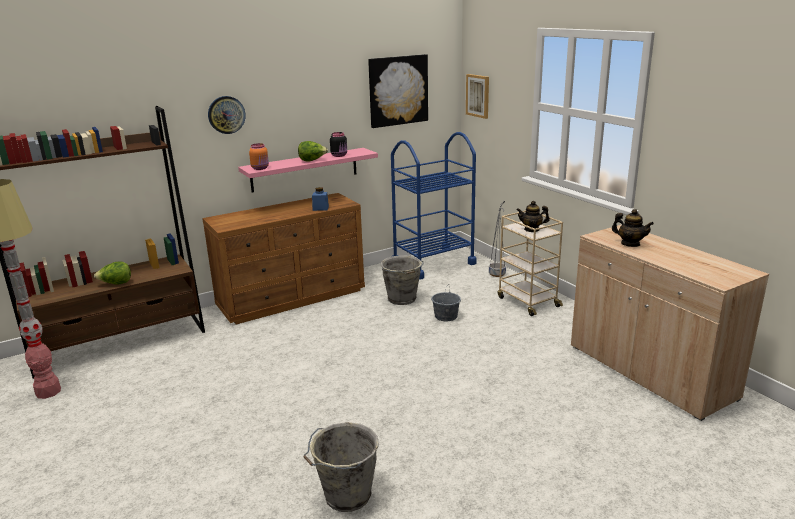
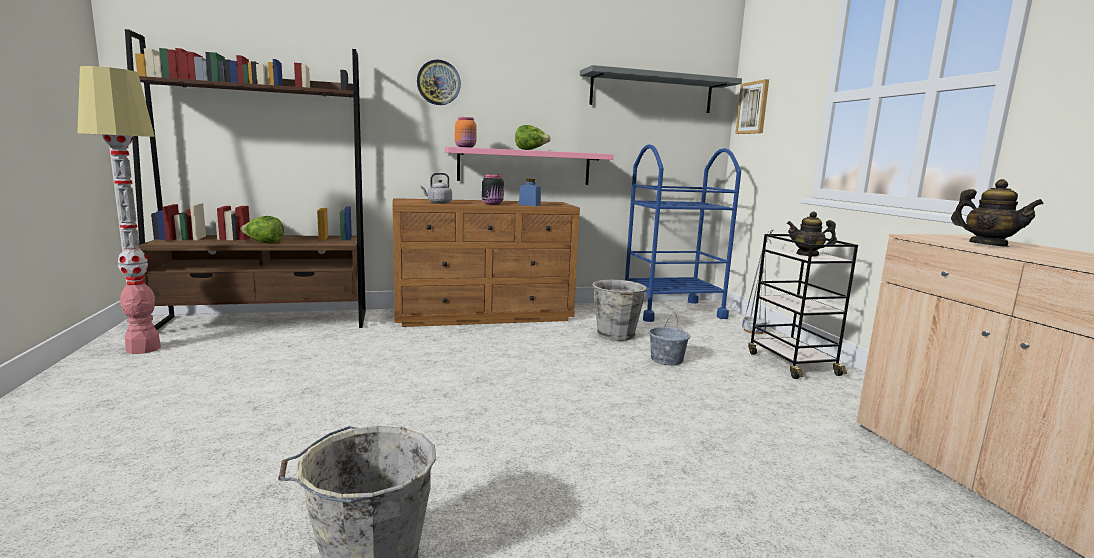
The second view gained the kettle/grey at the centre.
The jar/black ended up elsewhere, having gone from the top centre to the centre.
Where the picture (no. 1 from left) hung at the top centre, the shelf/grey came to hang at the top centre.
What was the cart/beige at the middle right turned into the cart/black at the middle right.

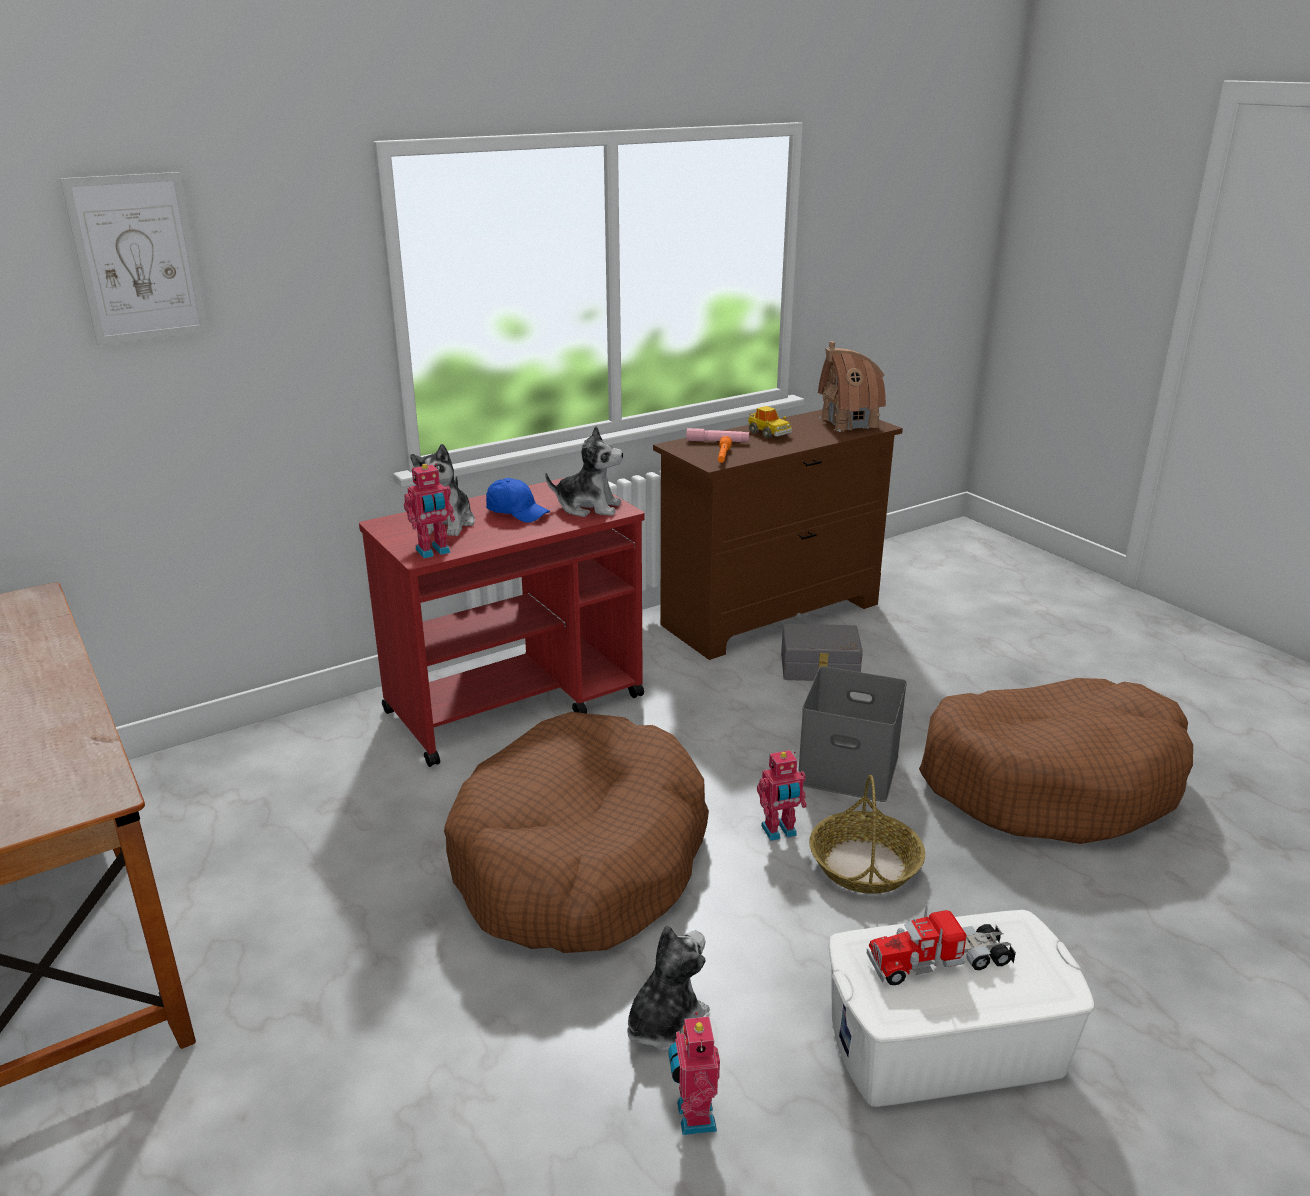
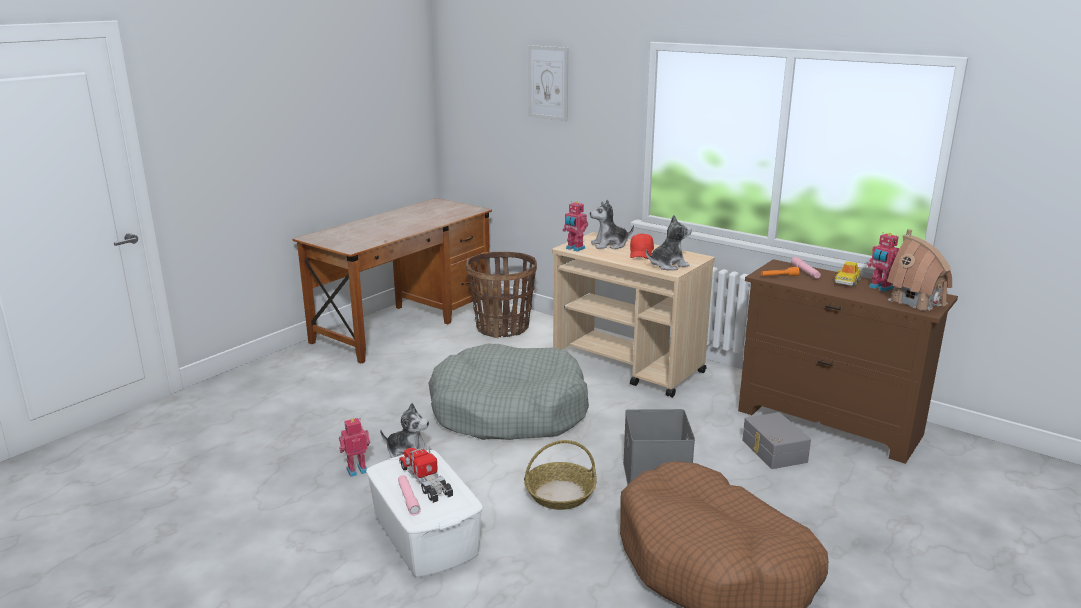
The second view gained the flashlight/pink (no. 1 from left) at the bottom centre.
What was the dog bed/brown (no. 1 from left) at the bottom centre turned into the dog bed/grey at the centre.
The second view gained the basket (no. 1 from left) at the centre.
What was the cart/red at the centre turned into the cart/beige at the centre.
What was the cap/blue at the centre turned into the cap/red at the centre.
The plush toy (no. 2 from left in the first image) at the centre ended up facing another way, 105 degrees counterclockwise from before.
The toy robot (no. 3 from left) ended up elsewhere, having gone from the centre to the middle right.

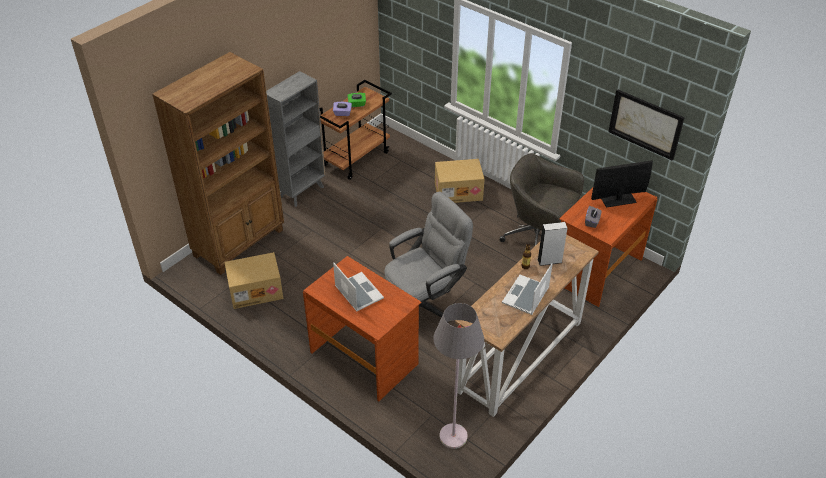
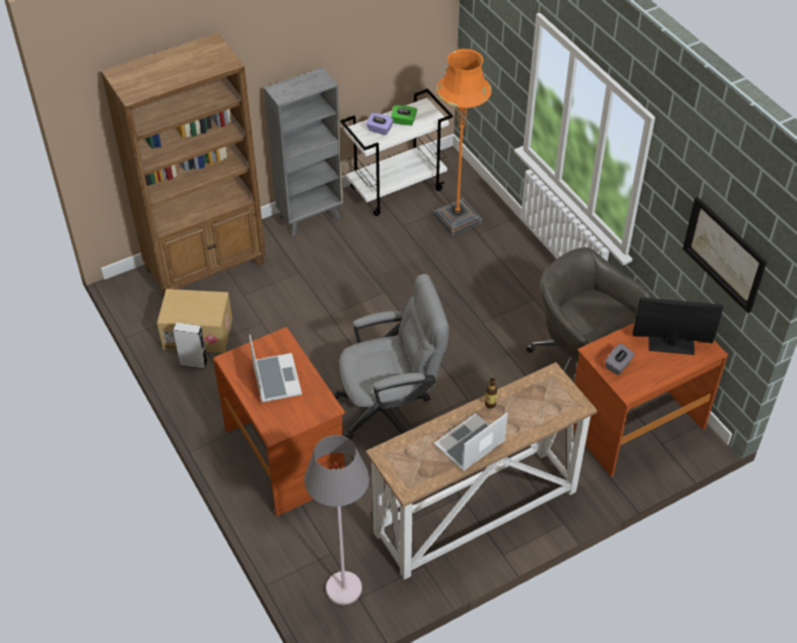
The speaker/grey ended up elsewhere, having gone from the middle right to the middle left.
What was the cart/brown at the top centre turned into the cart/white at the top centre.
The second view gained the floor lamp/orange at the top centre.
The second view lost the cardboard box (no. 2 from left) at the centre.

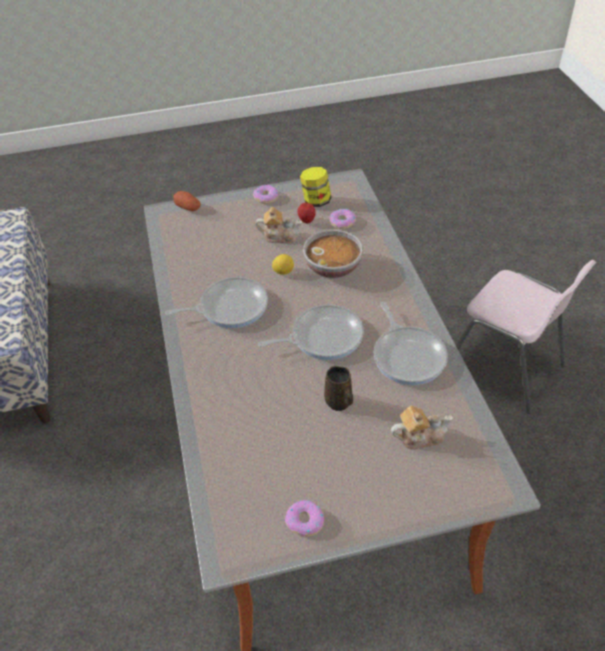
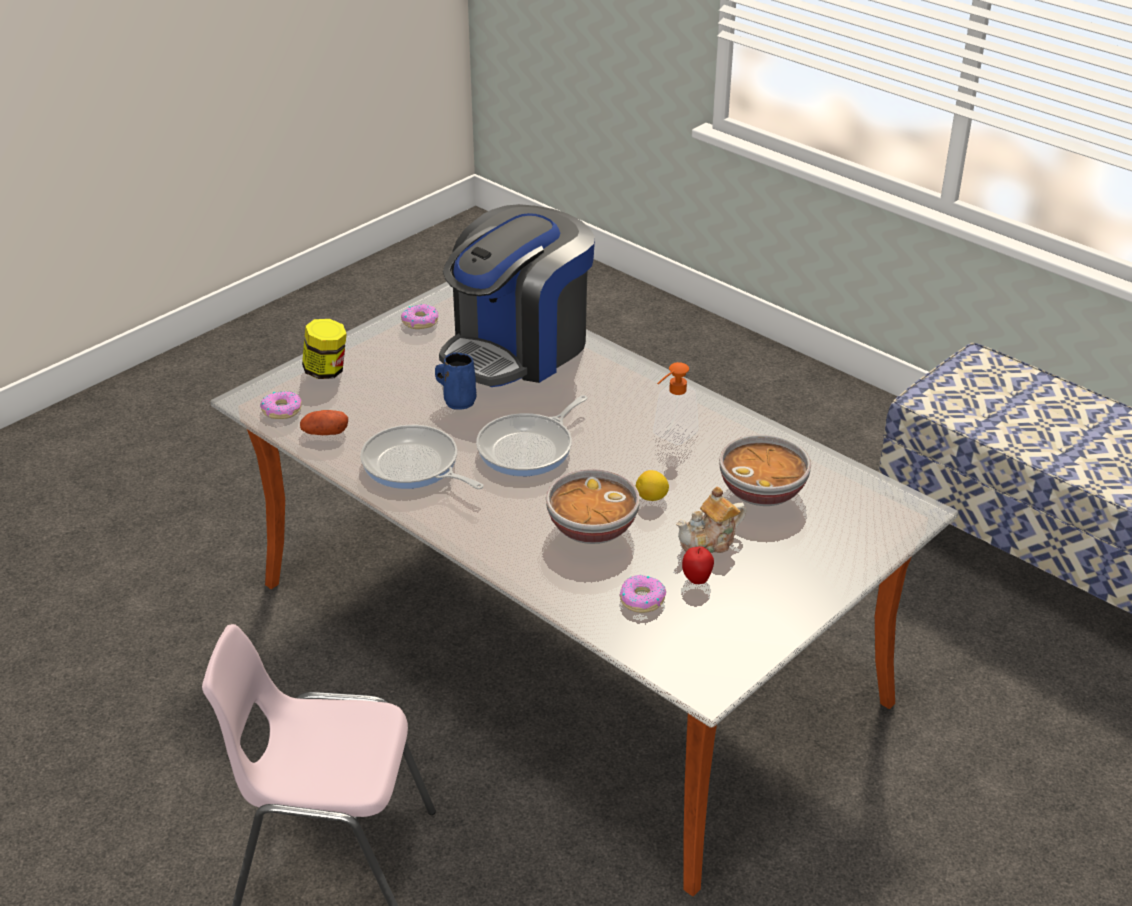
The donut (no. 1 from left) ended up elsewhere, having gone from the top centre to the middle left.
The potato ended up elsewhere, having gone from the top left to the middle left.
The jar ended up elsewhere, having gone from the top centre to the middle left.
What was the mug/brown at the centre turned into the mug/blue at the centre.
The second view gained the coffee machine at the top centre.
Where the frying pan (no. 1 from left) stood at the centre, the soap dispenser came to stand at the centre.
The second view gained the bowl (no. 2 from left) at the middle right.
The second view lost the teapot (no. 2 from left) at the middle right.

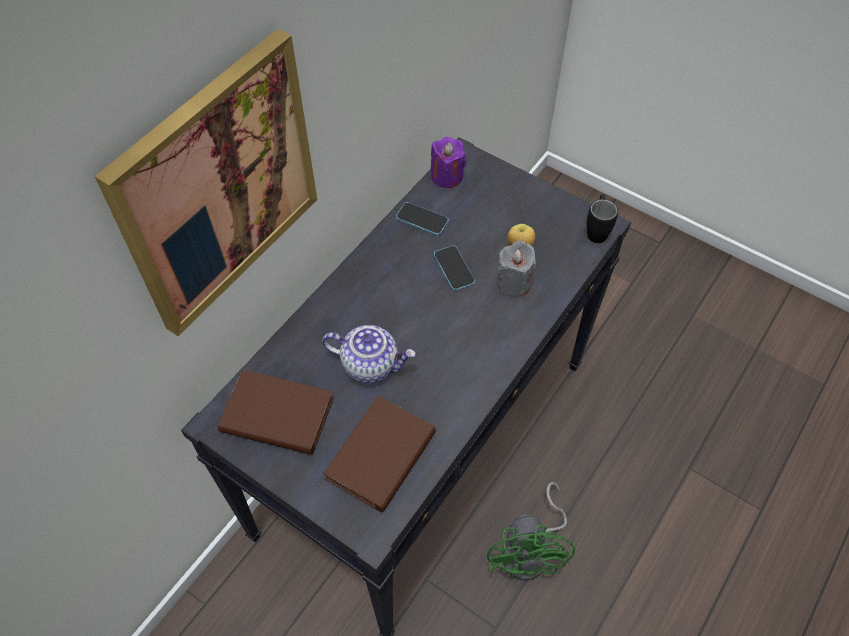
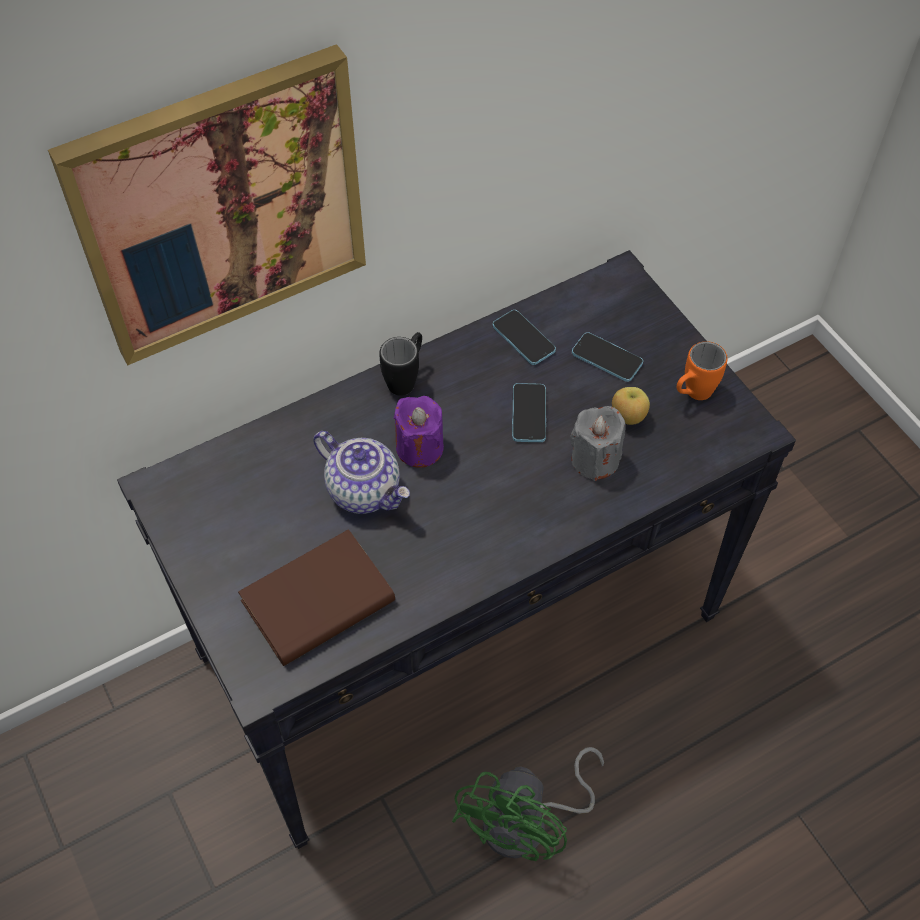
The mug/black ended up elsewhere, having gone from the middle right to the centre.
The candle/purple ended up elsewhere, having gone from the top centre to the centre.
The second view gained the phone (no. 3 from left) at the centre.
The second view gained the mug/orange at the middle right.
The second view lost the book/brown (no. 1 from left) at the middle left.

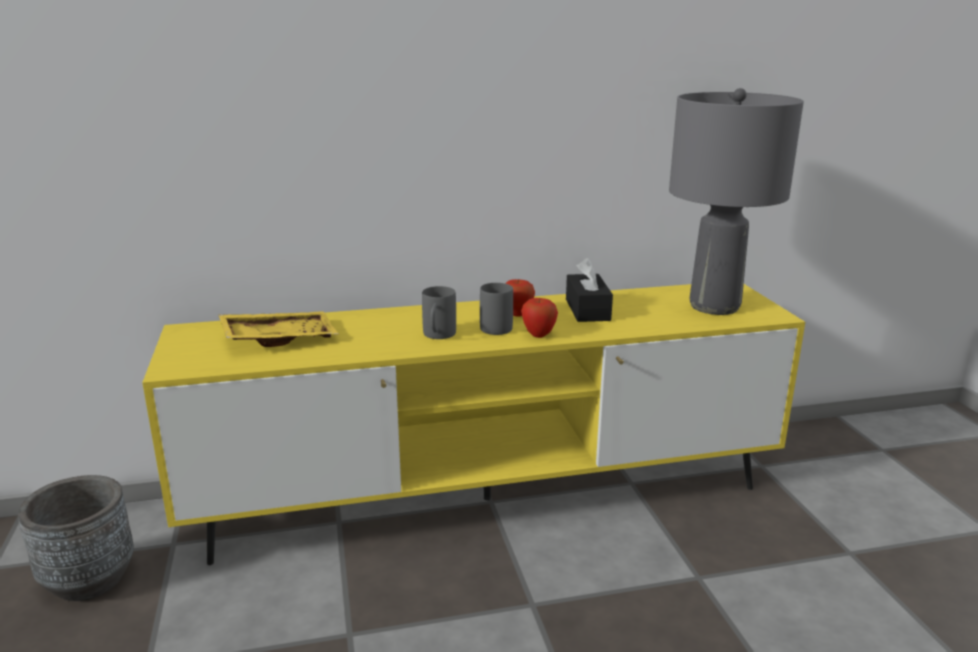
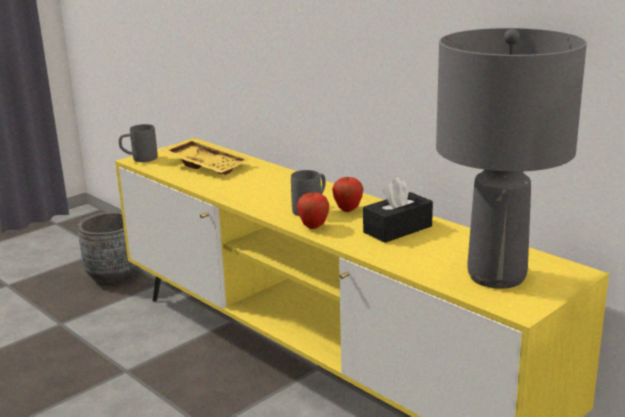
The mug/grey (no. 1 from left) ended up elsewhere, having gone from the centre to the middle left.

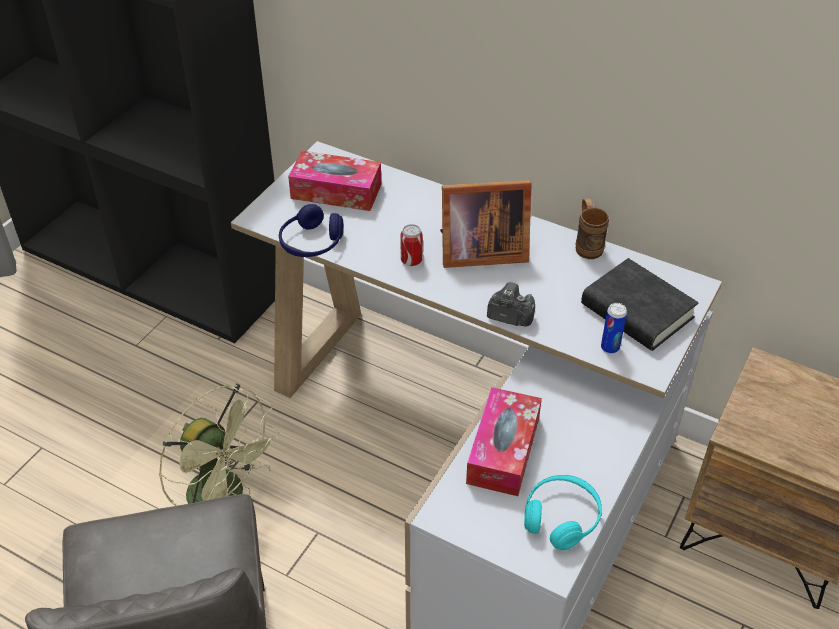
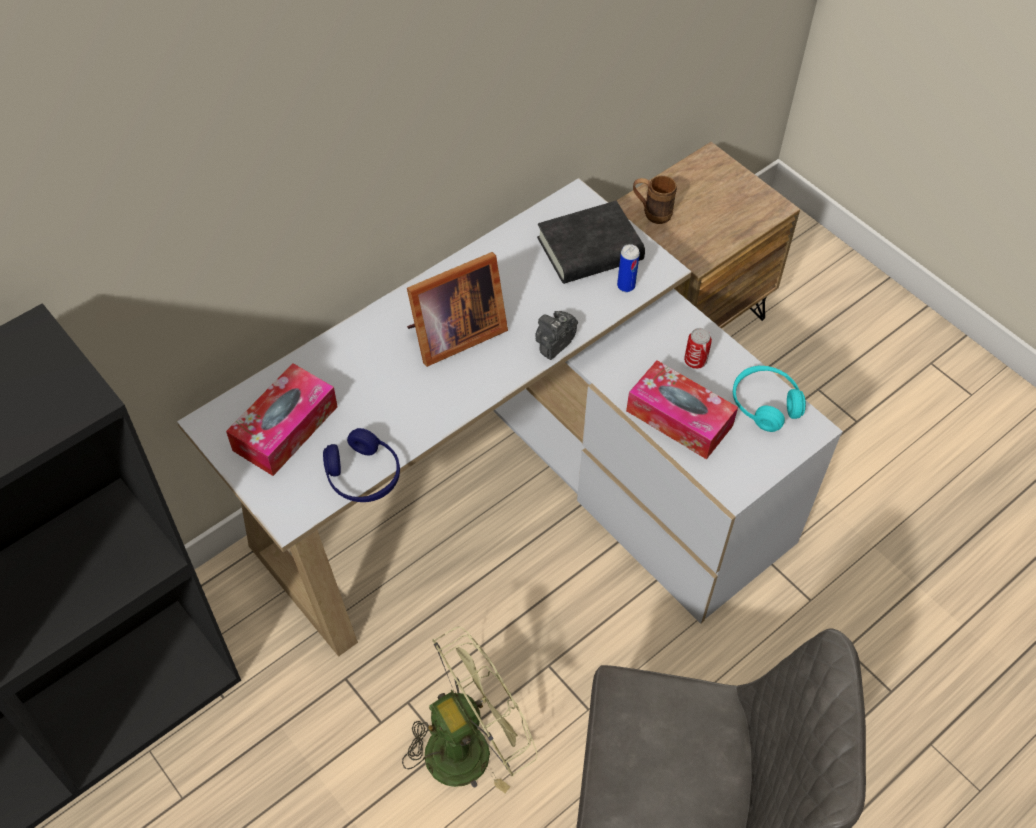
The picture frame at the centre ended up facing another way, 45 degrees clockwise from before.
The mug/brown ended up elsewhere, having gone from the middle right to the top centre.
The can (no. 1 from left in the first image) ended up elsewhere, having gone from the centre to the middle right.

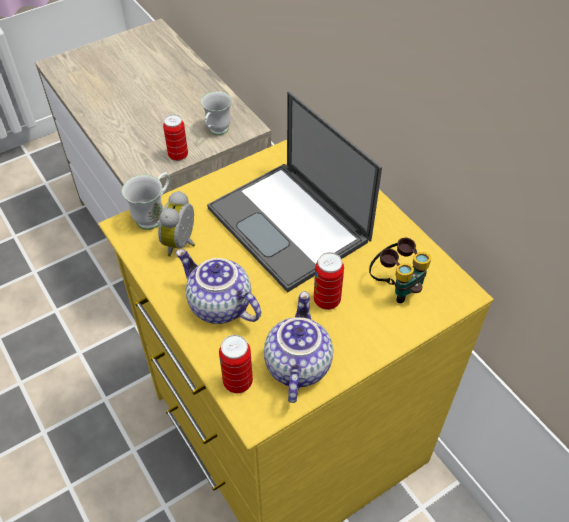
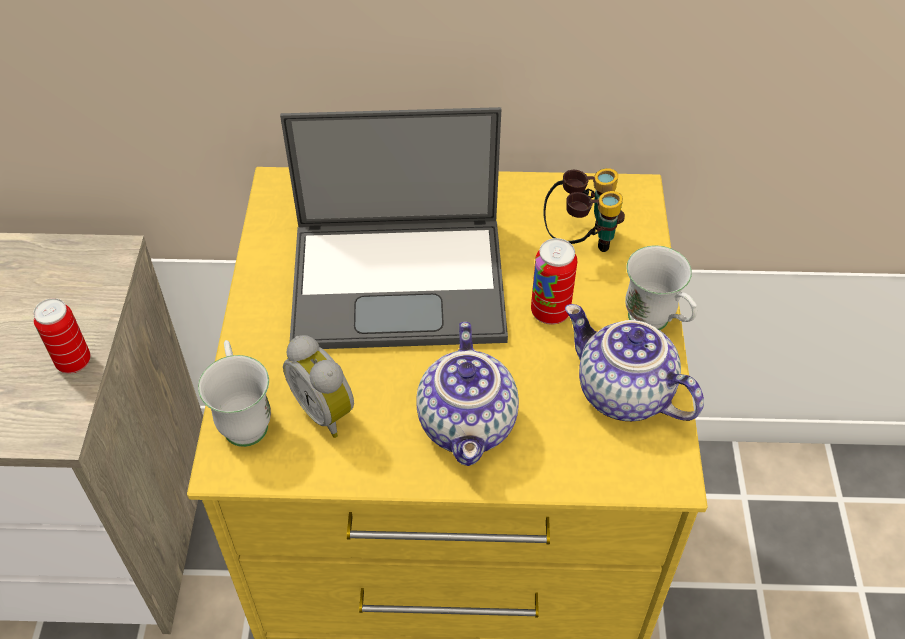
The teapot (no. 1 from left) at the centre ended up facing another way, 75 degrees counterclockwise from before.
The mug/white (no. 2 from left) ended up elsewhere, having gone from the top centre to the middle right.
The second view lost the can (no. 2 from left) at the bottom centre.

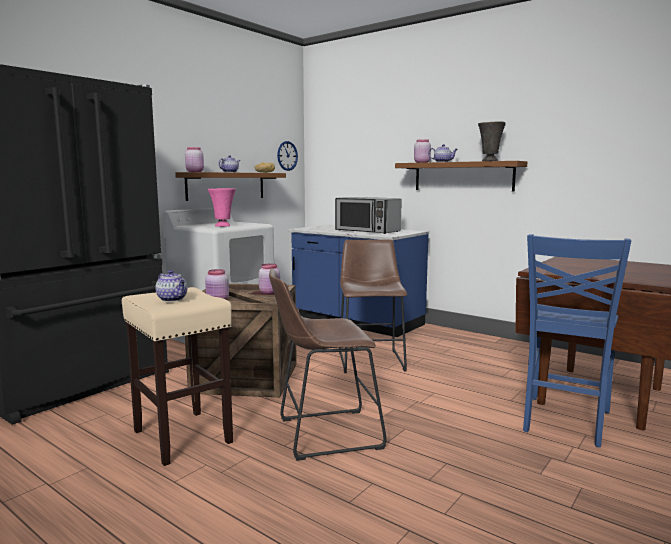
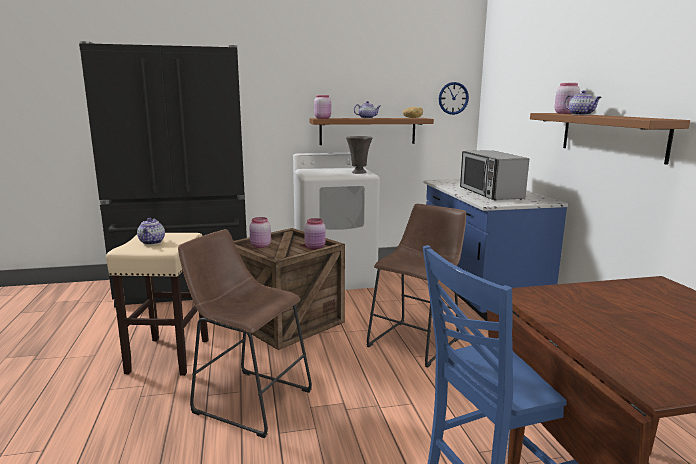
The vase/grey ended up elsewhere, having gone from the top right to the centre.
The second view lost the vase/pink at the middle left.

